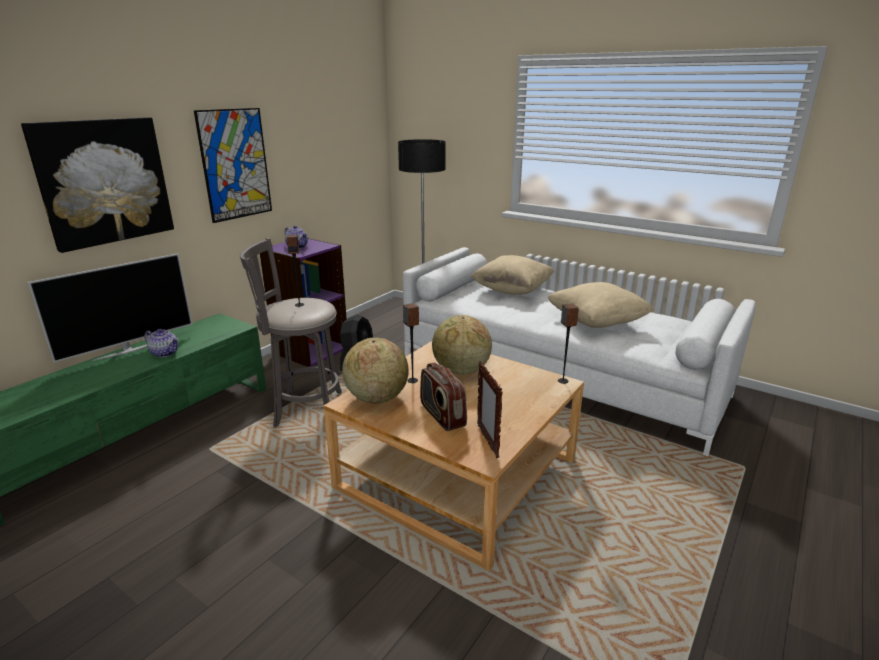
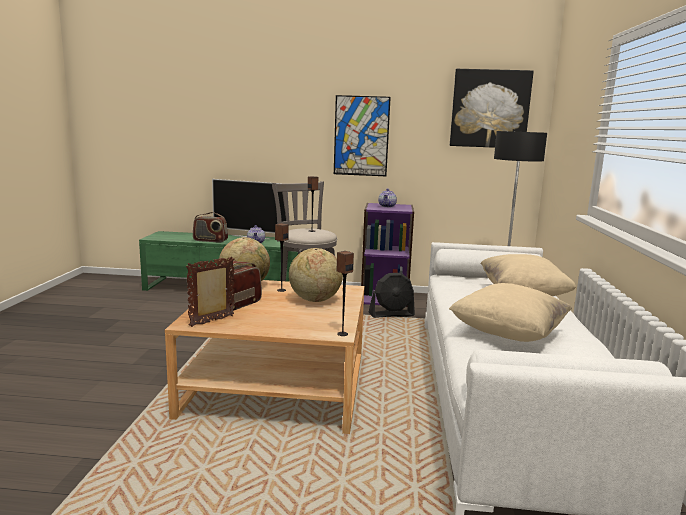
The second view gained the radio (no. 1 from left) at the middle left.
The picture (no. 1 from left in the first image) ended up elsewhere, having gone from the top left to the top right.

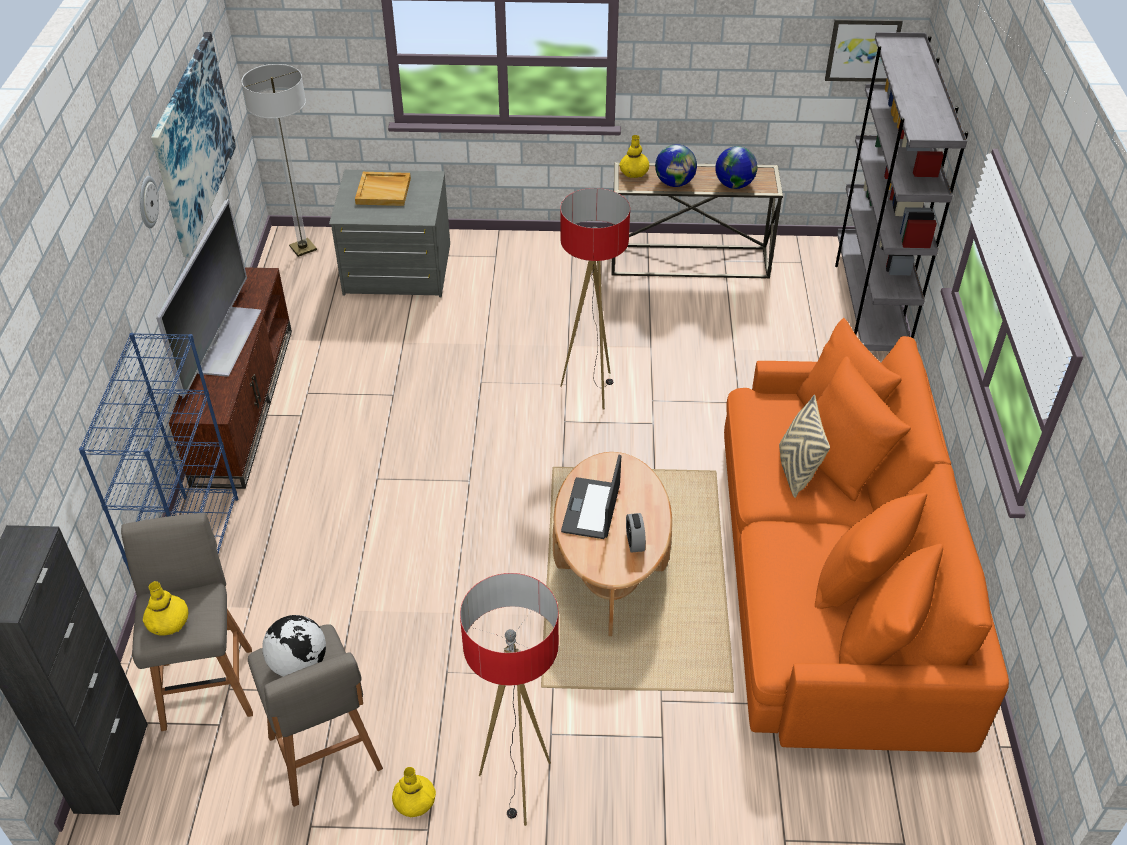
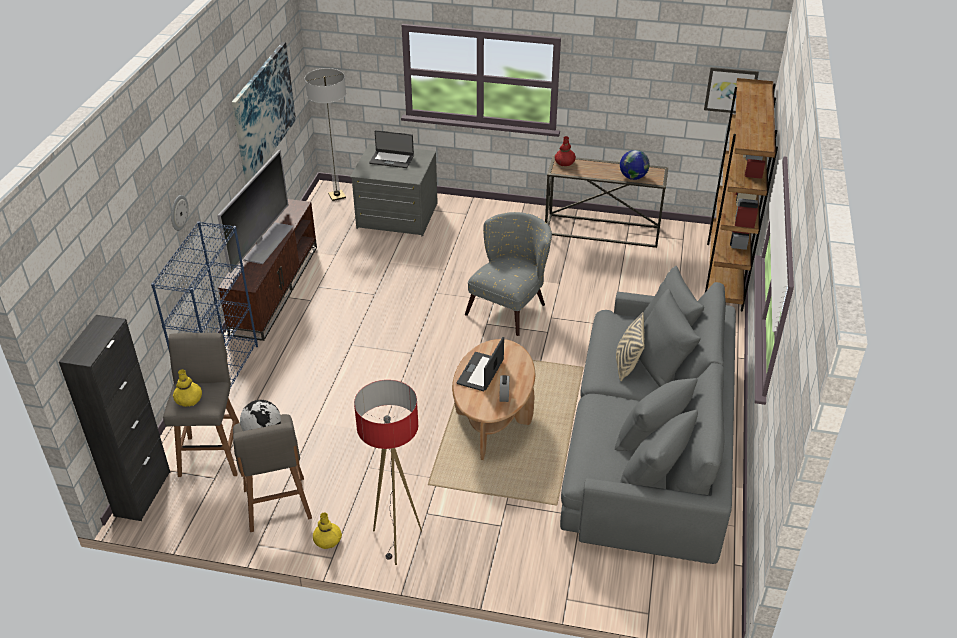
The wall clock ended up elsewhere, having gone from the top left to the middle left.
Where the tray/beige stood at the top centre, the laptop (no. 1 from left) came to stand at the top centre.
Where the floor lamp (no. 3 from left) stood at the centre, the armchair/grey came to stand at the centre.
What was the vase/yellow (no. 3 from left) at the top centre turned into the vase/red at the top centre.
What was the sofa/orange at the middle right turned into the sofa/grey at the middle right.
What was the bookcase/grey at the top right turned into the bookcase/brown at the top right.
The second view lost the globe (no. 2 from left) at the top centre.

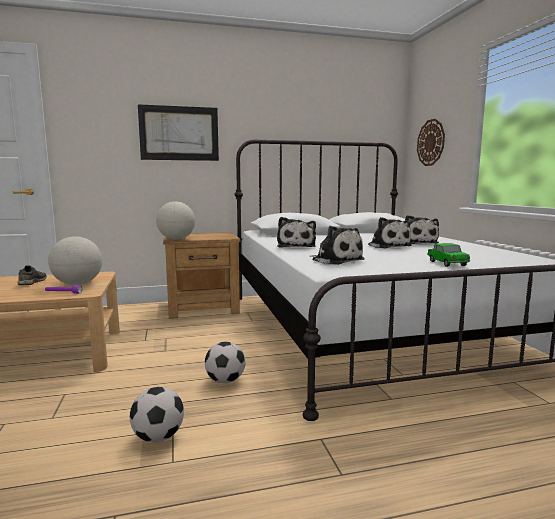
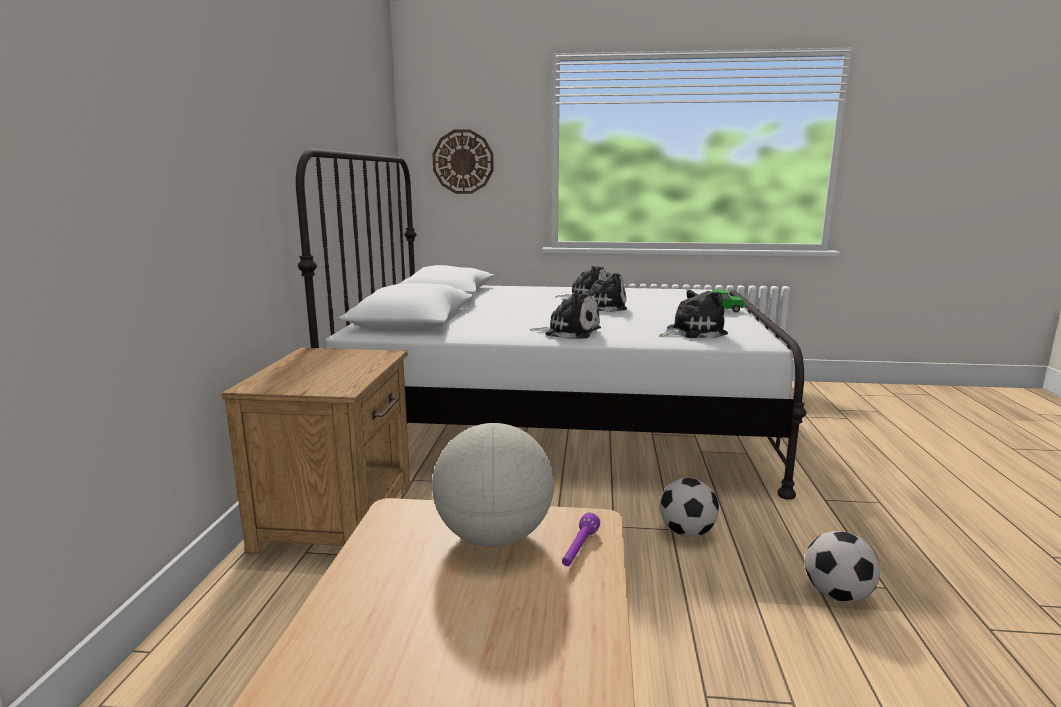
The second view lost the shoe/grey at the middle left.
The second view lost the picture at the top left.
The second view lost the globe (no. 2 from left) at the middle left.

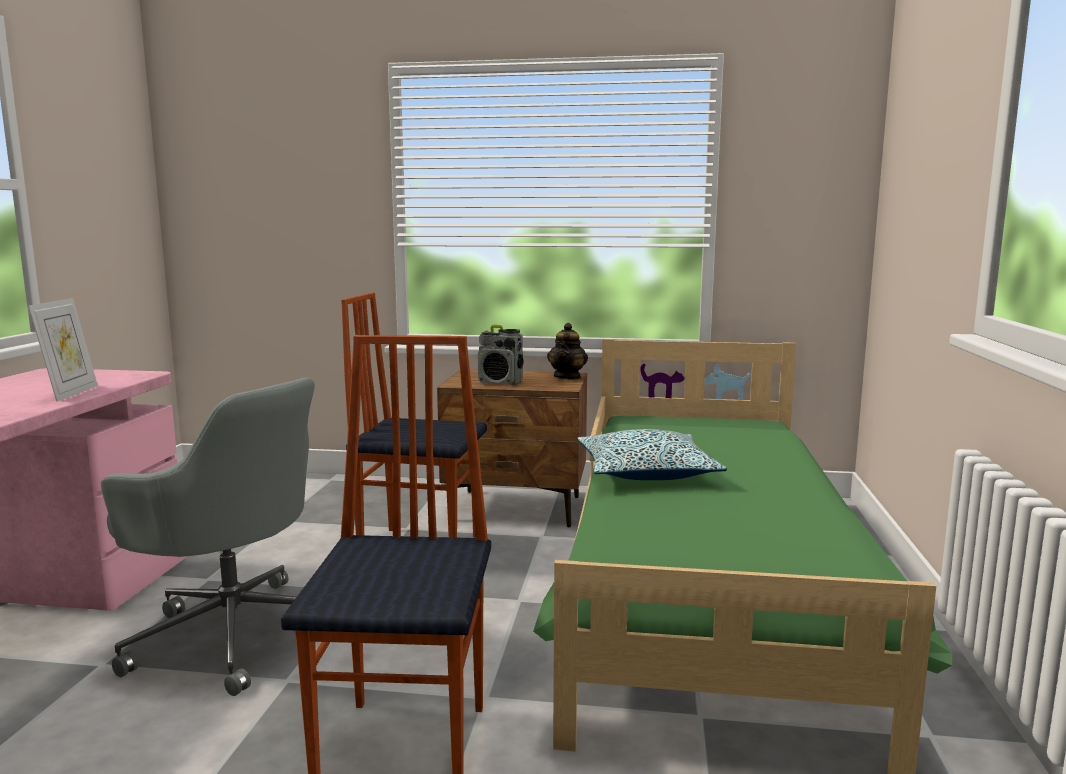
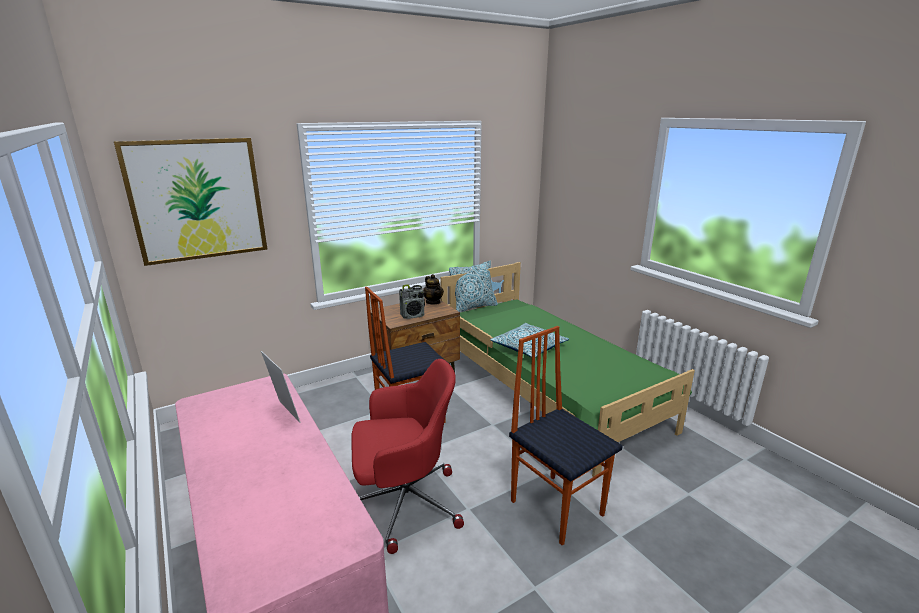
The second view gained the picture at the top left.
What was the office chair/grey at the bottom left turned into the office chair/red at the bottom centre.
The second view gained the pillow (no. 1 from left) at the centre.

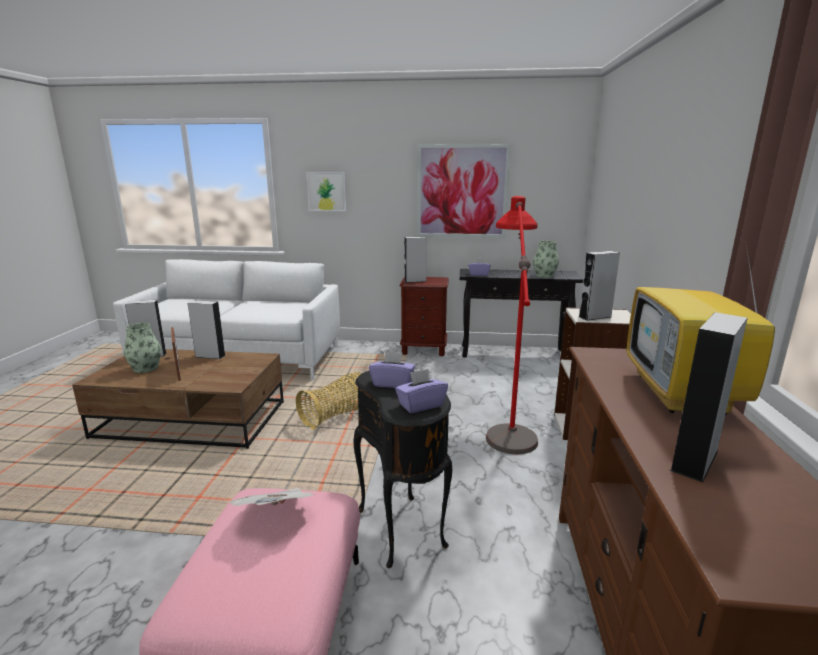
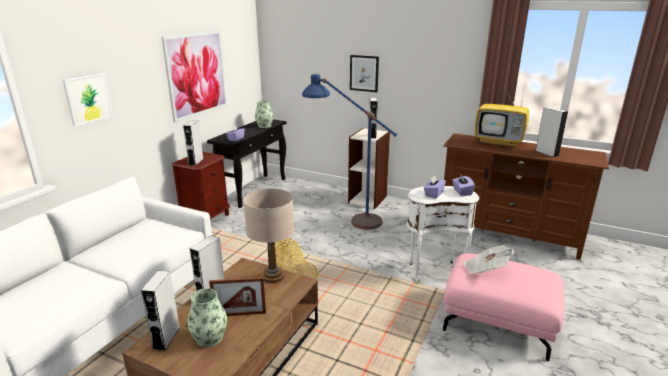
The second view gained the table lamp/beige at the centre.
What was the floor lamp/red at the centre turned into the floor lamp/blue at the centre.
The second view gained the picture (no. 3 from left) at the top centre.
What was the side table/black at the bottom centre turned into the side table/white at the centre.

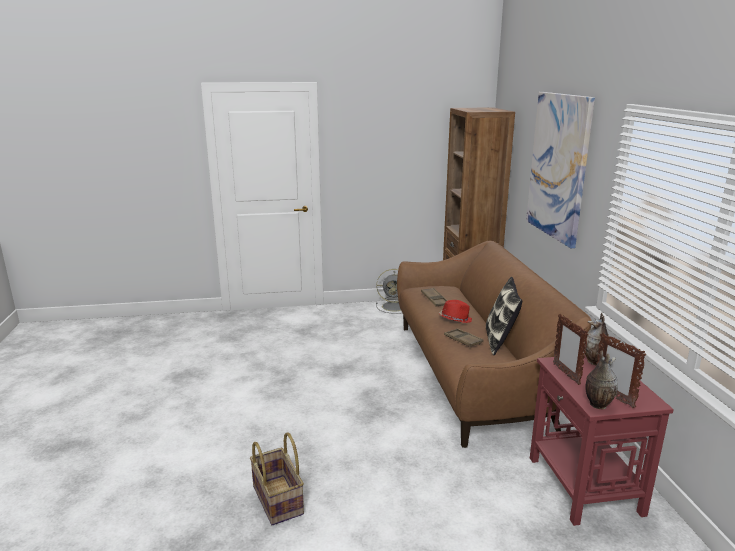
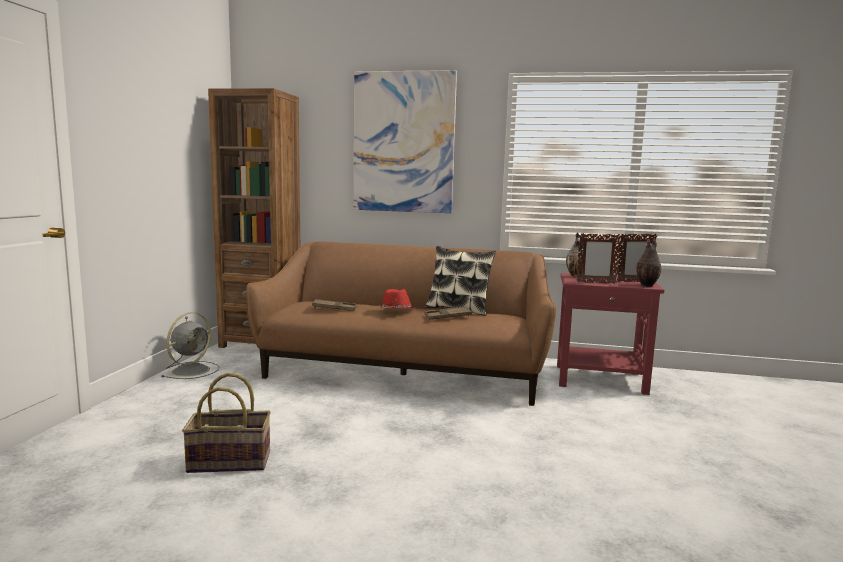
The basket ended up elsewhere, having gone from the bottom centre to the bottom left.

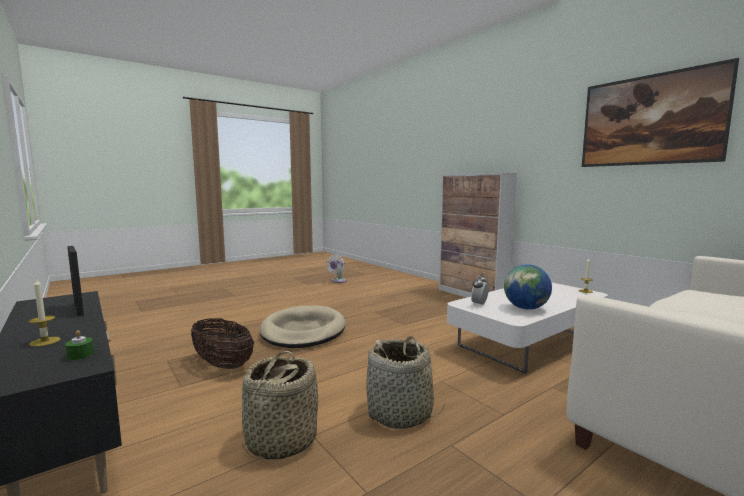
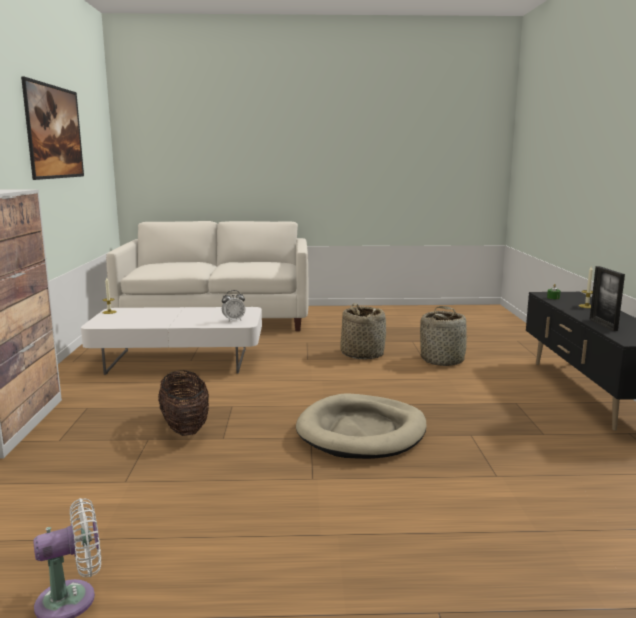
The basket (no. 1 from left) ended up elsewhere, having gone from the bottom left to the middle left.
The second view lost the globe at the middle right.

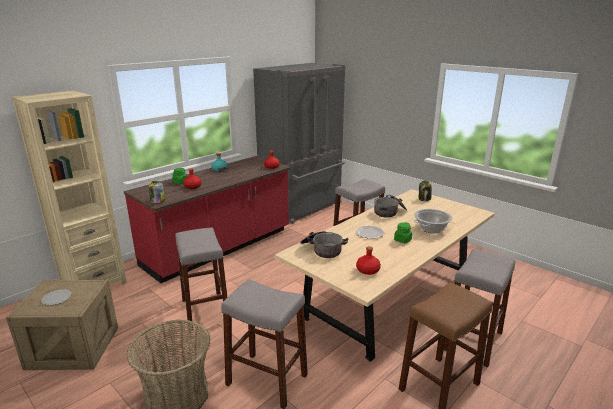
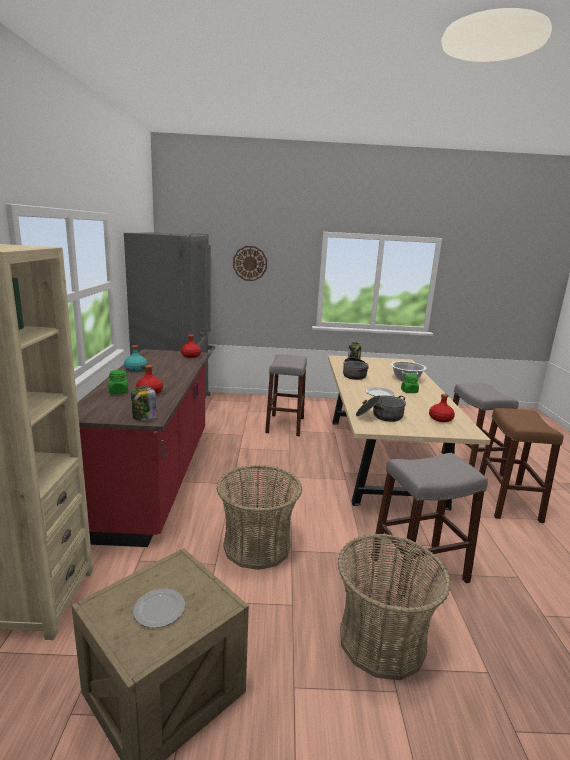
Where the stool/grey (no. 1 from left) stood at the bottom left, the basket (no. 1 from left) came to stand at the bottom centre.
The second view gained the wall clock at the centre.

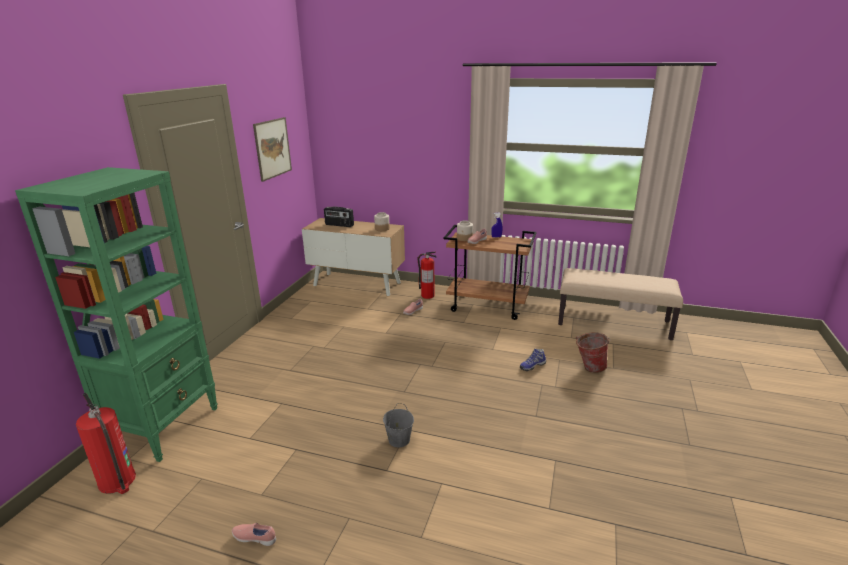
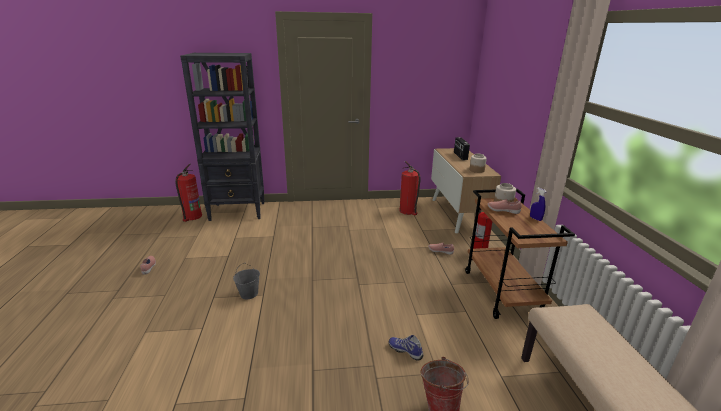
What was the bookcase/green at the middle left turned into the bookcase/black at the middle left.
The second view gained the fire extinguisher (no. 2 from left) at the centre.
The second view lost the picture at the top left.

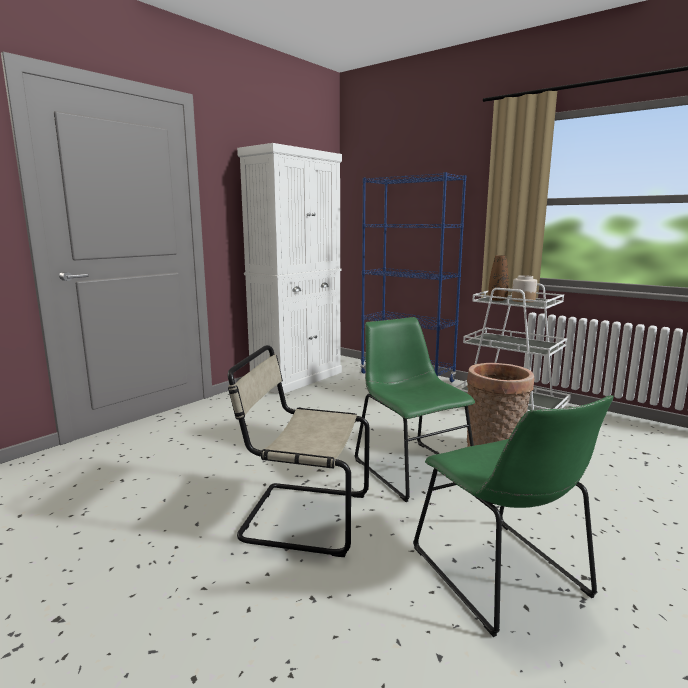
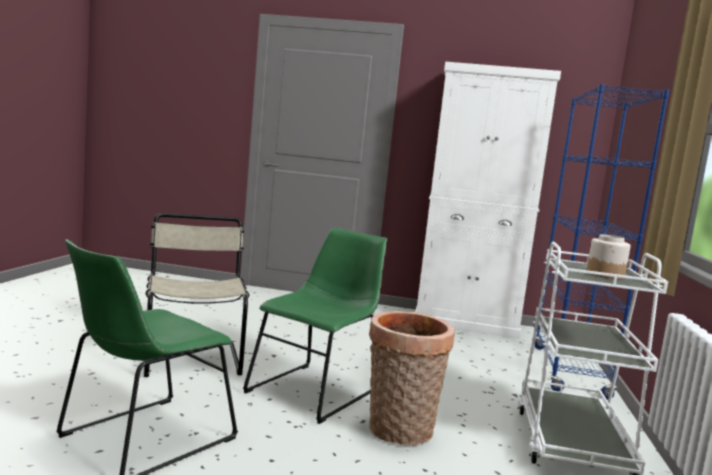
The second view lost the vase/brown at the middle right.

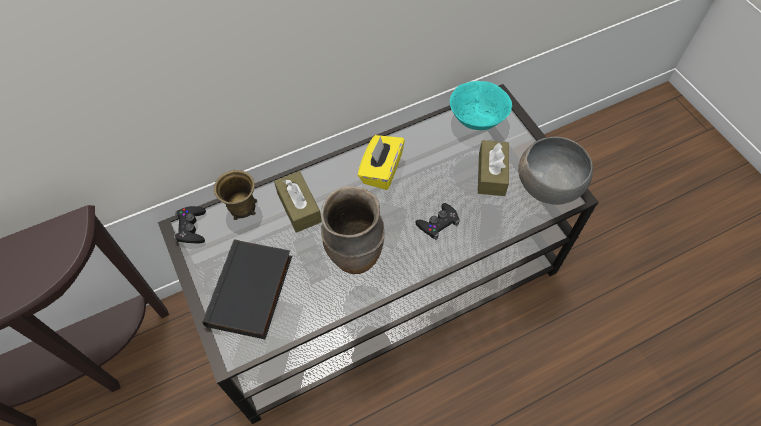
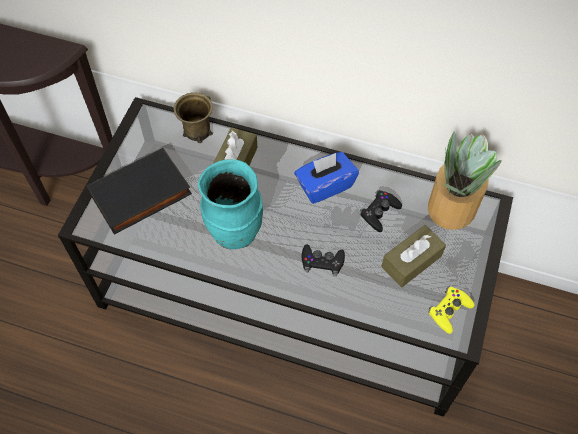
What was the vase/brown at the centre turned into the vase/turquoise at the centre.
What was the tissue box/yellow at the centre turned into the tissue box/blue at the centre.
The game controller/black (no. 1 from left in the first image) ended up elsewhere, having gone from the middle left to the centre.
Where the bowl/turquoise stood at the top centre, the potted plant came to stand at the middle right.
Where the bowl/grey stood at the middle right, the game controller/yellow came to stand at the bottom right.

